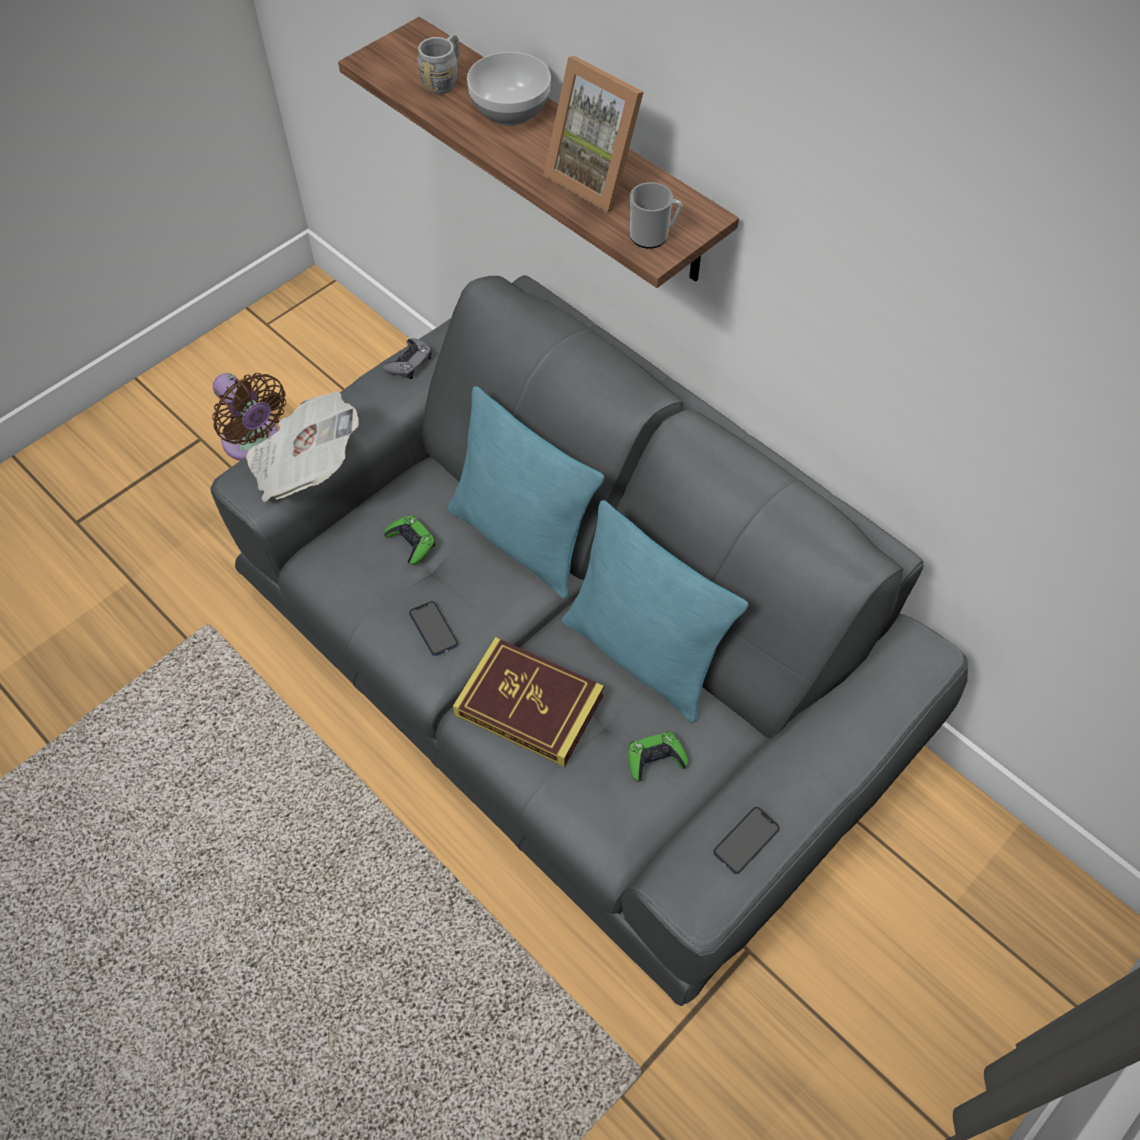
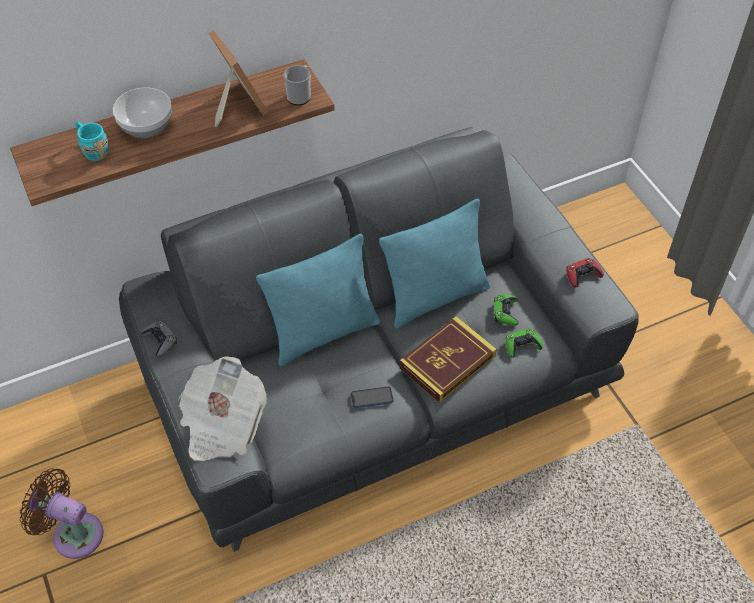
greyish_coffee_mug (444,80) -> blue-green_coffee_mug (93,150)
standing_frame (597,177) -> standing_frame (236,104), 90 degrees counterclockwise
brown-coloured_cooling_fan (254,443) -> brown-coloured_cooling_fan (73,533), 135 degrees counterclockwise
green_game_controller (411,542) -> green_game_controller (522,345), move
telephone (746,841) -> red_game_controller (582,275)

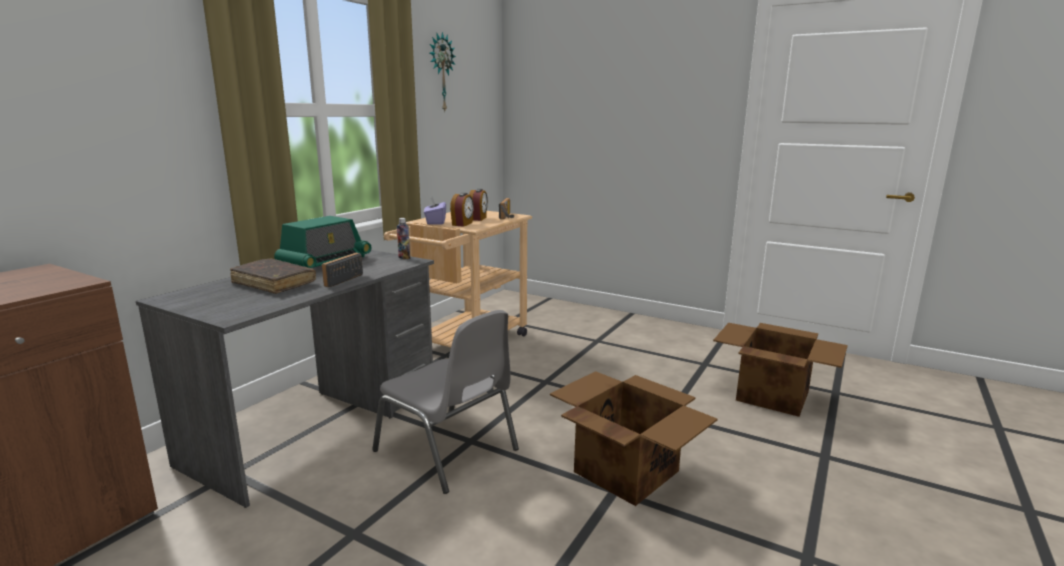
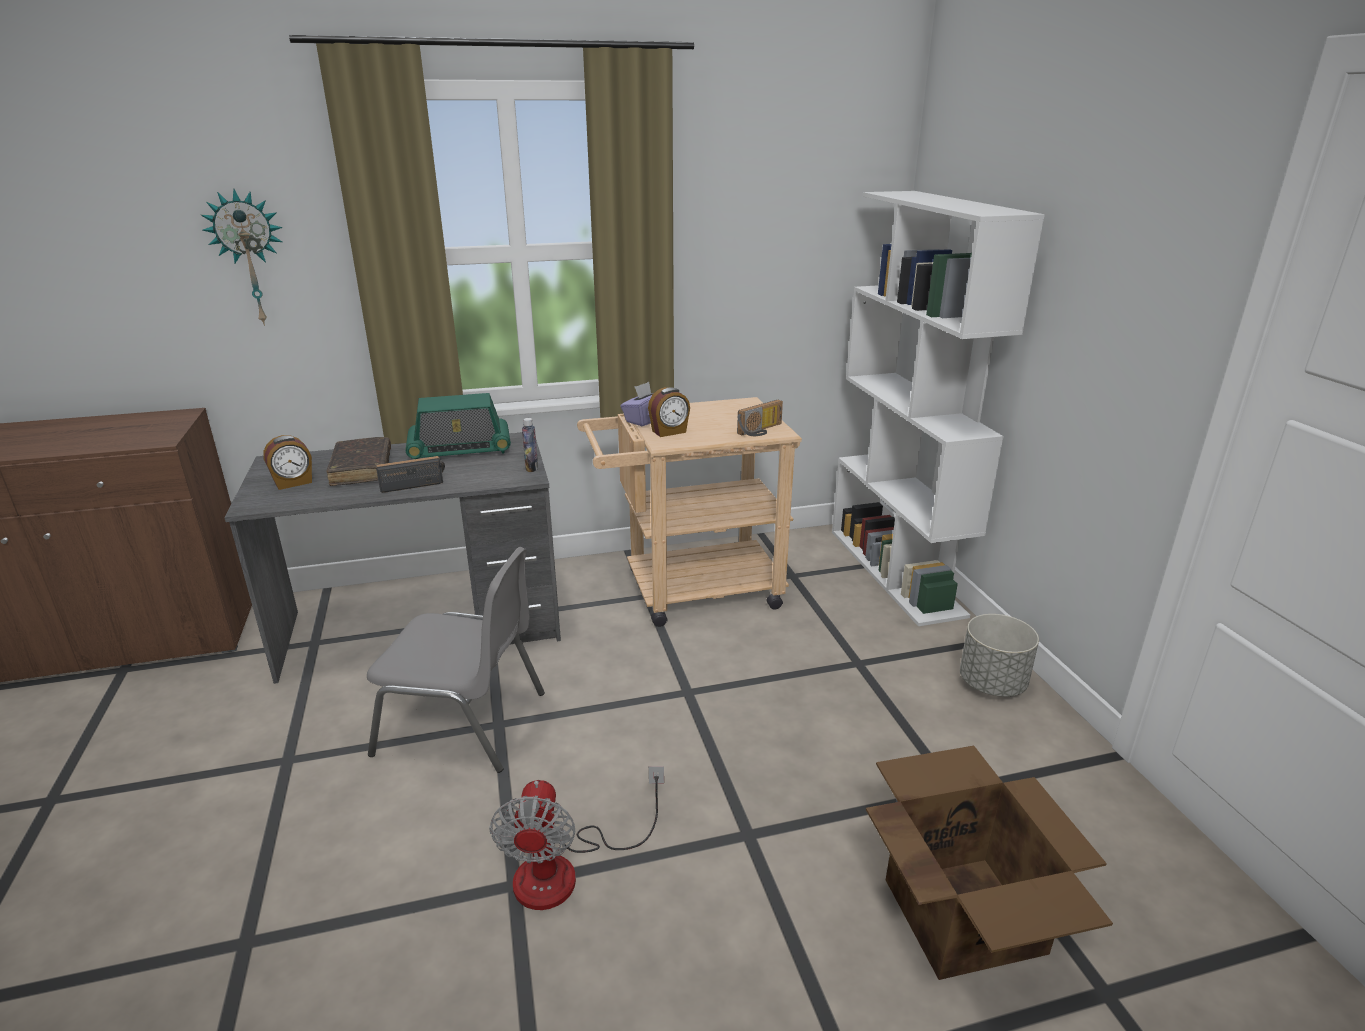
wall_clock (440,72) -> wall_clock (250,258), move
table_clock (478,218) -> table_clock (293,483), move
greyish_chair (448,451) -> greyish_chair (464,723), 75 degrees counterclockwise
carton (625,470) -> cooling_fan (566,870)
none -> white_shelving_unit (896,571)
none -> greyish_flower_pot (992,684)

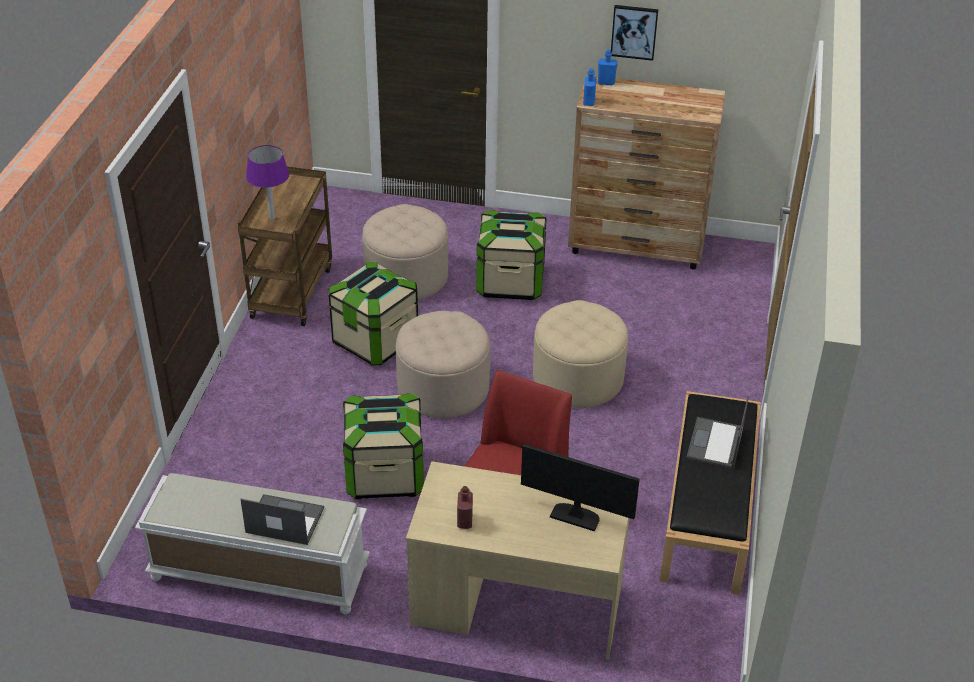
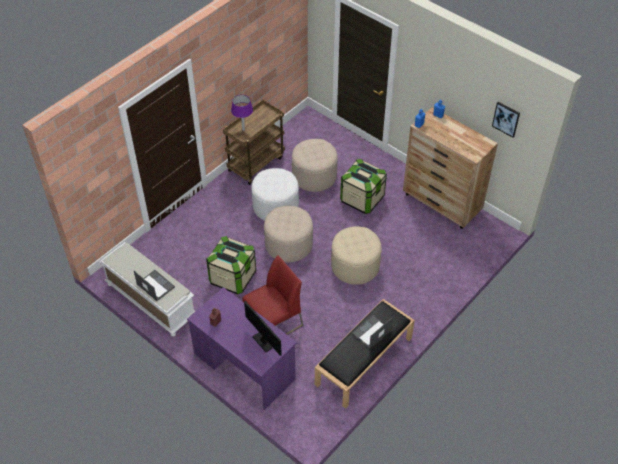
wall_art (634,31) -> wall_art (506,119), move
storage_bin (375,341) -> white_pouffe (275,206)
beige_desk_table (516,605) -> purple-coloured_desk_table (244,366)

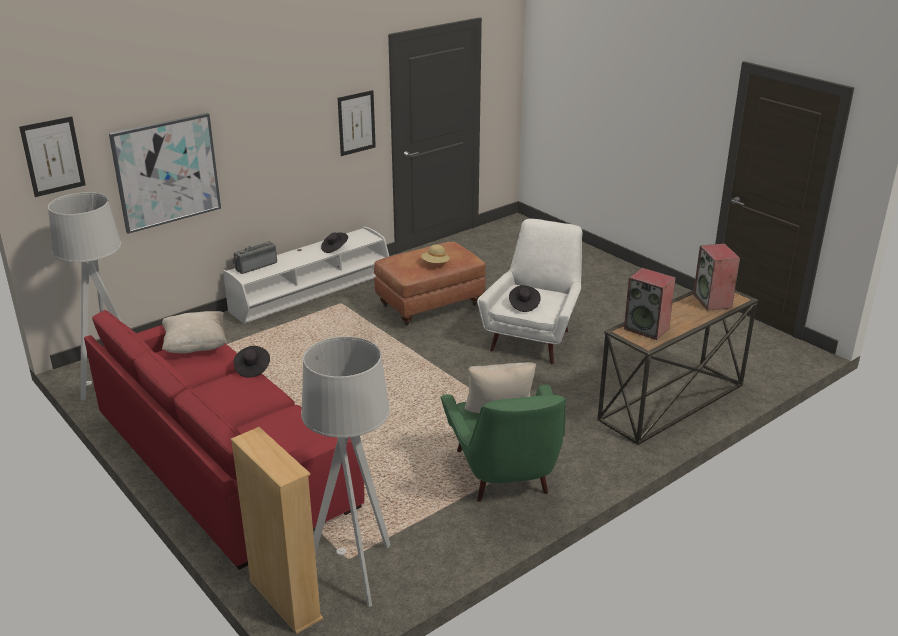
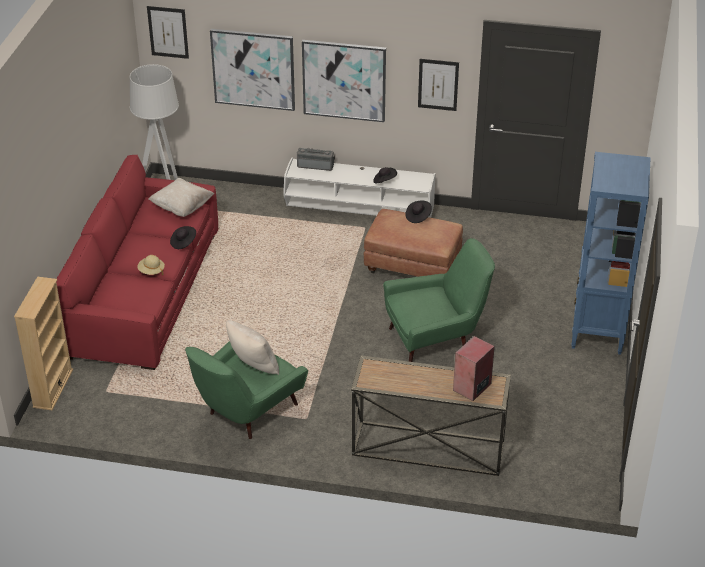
white_easy_chair (534,337) -> green_easy_chair (435,338)
beige_wearable_hat (435,263) -> beige_wearable_hat (151,271), move
audio_speaker (647,328) -> none
blackish_wearable_hat (523,305) -> blackish_wearable_hat (418,217), move
greyish_floor_lamp (355,572) -> none
none -> wall_art (344,80)
none -> bluish_shelving_unit (597,331)

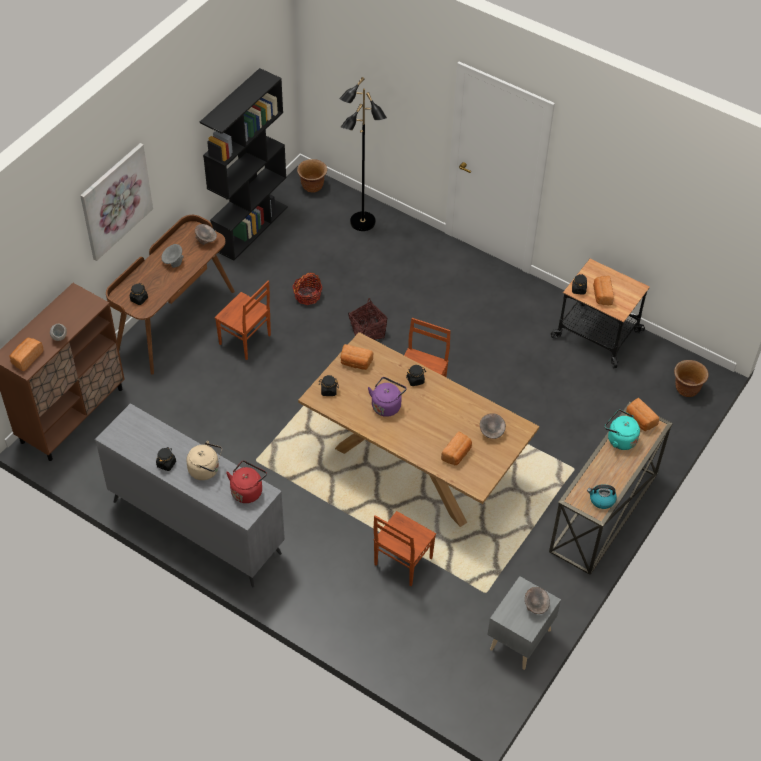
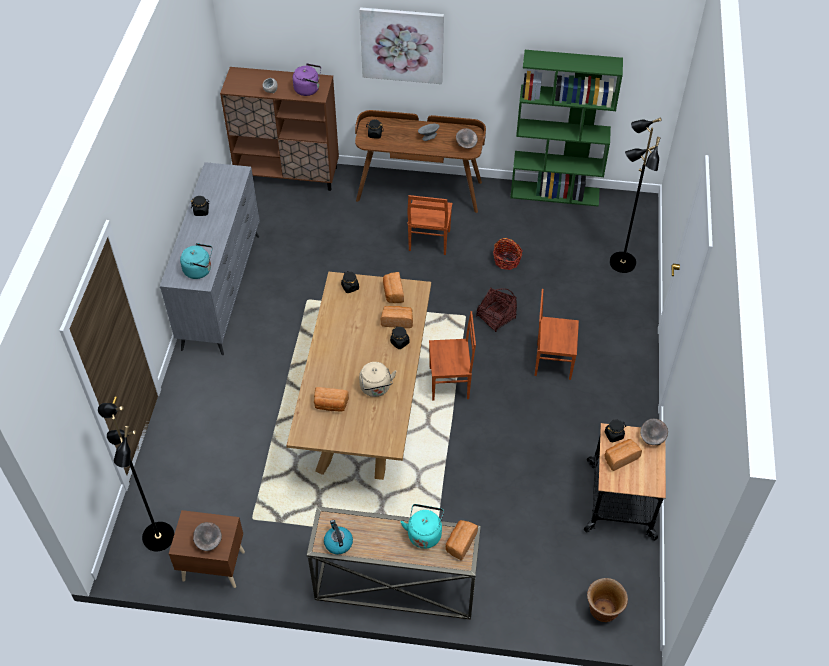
blackish_shelving_unit (251,227) -> green_shelving_unit (555,193)
brown-coloured_flower_pot (312,187) -> none
bread (26,358) -> bread (397,321), move
purple-coloured_kettle (387,405) -> purple-coloured_kettle (308,89), move
greyish_serving_bowl (491,433) -> greyish_serving_bowl (652,439), move
beige_kettle (206,470) -> beige_kettle (376,388), move
red_kettle (247,490) -> blue-green_kettle (199,270)
brown-coloured_chair (402,562) -> brown-coloured_chair (552,361), move
greyish_nightstand (518,640) -> brown-coloured_nightstand (213,564)
none -> blackish_floor_lamp (157,537)

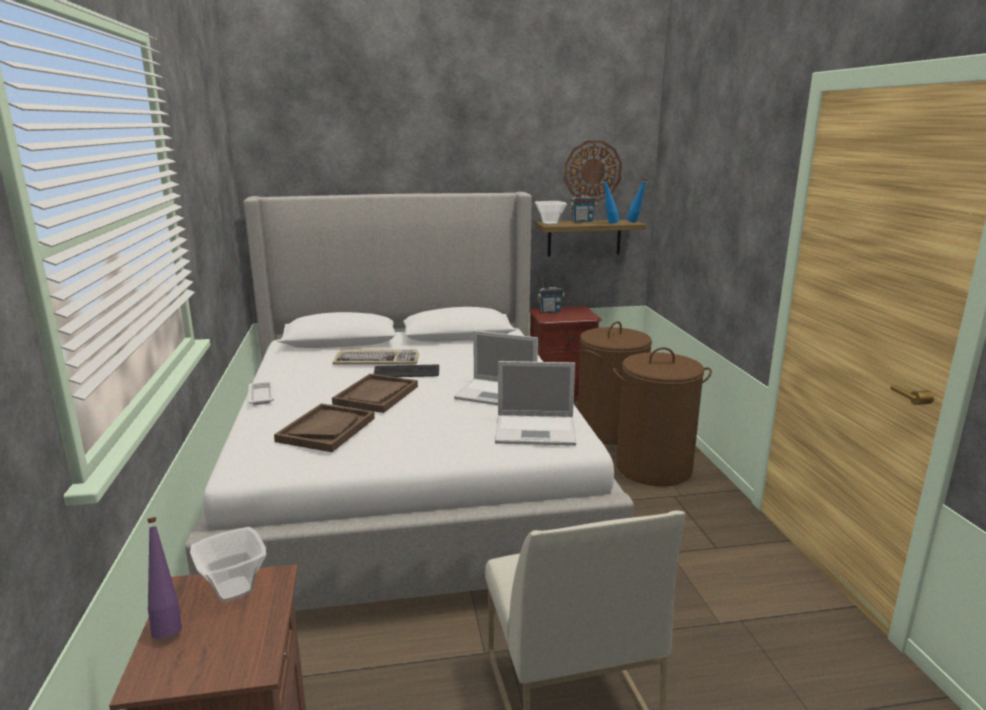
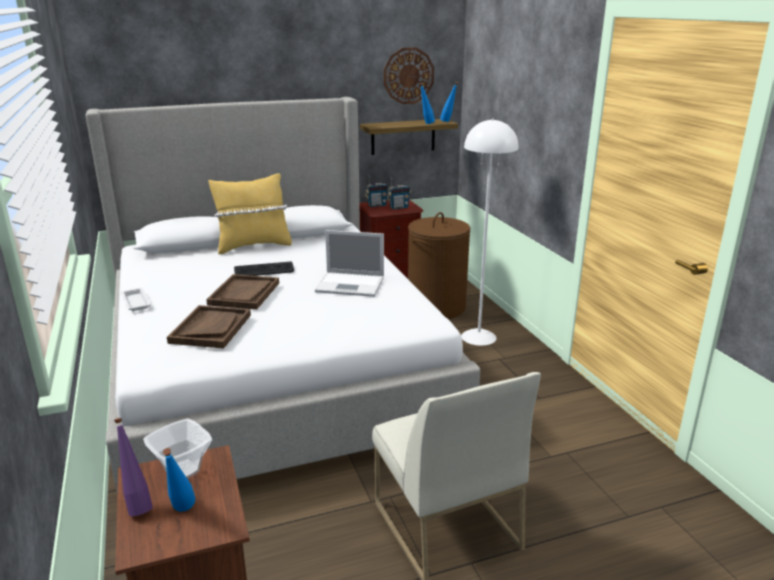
radio (582,221) -> radio (398,207), move
serving_bowl (550,223) -> none
brown-coloured_hamper (654,468) -> white_floor_lamp (479,337)
PC_keyboard (377,360) -> none
portable_computer (537,430) -> none
none -> yellowish_cushion (253,246)
none -> bluish_bottle (182,513)

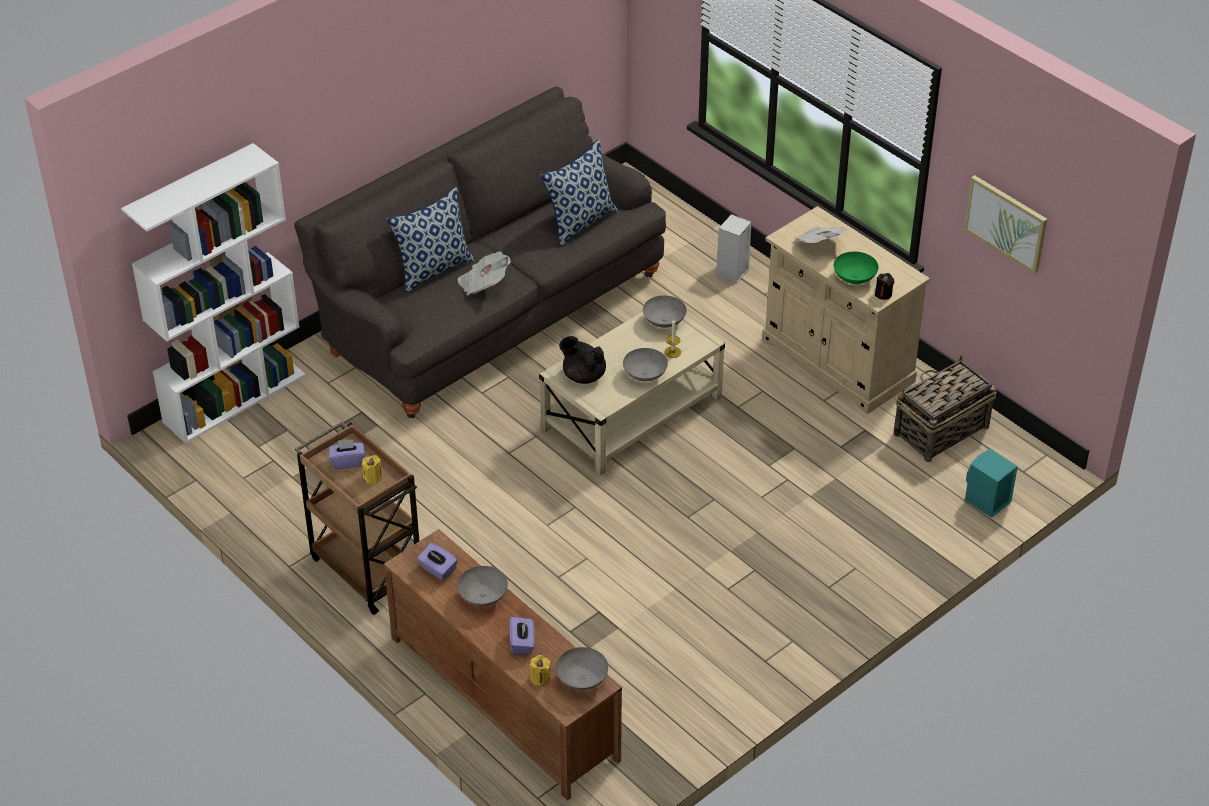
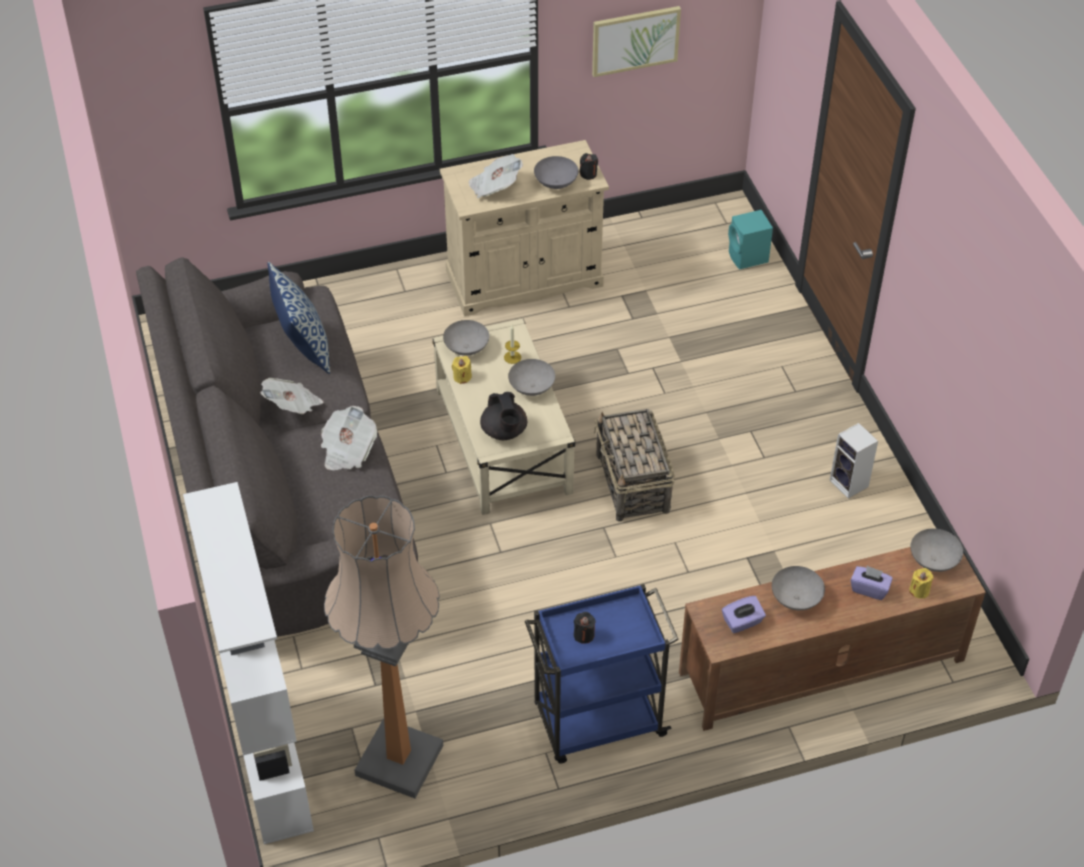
cushion (433,269) -> none
audio_speaker (732,273) -> audio_speaker (850,484), move
green_serving_bowl (855,279) -> greyish_serving_bowl (556,183)
blackish_pot_for_tea (583,375) -> blackish_pot_for_tea (504,431), 75 degrees counterclockwise
storage_basket (940,431) -> storage_basket (632,484), move
brown-coloured_cart (366,568) -> bluish_cart (597,721)
purple-coloured_tissue_holder (348,462) -> blackish_wax_light (584,635)
yellowish_wax_light (373,477) -> yellowish_wax_light (462,377), move
none -> newspaper (293,406)
none -> floor_lamp (399,760)

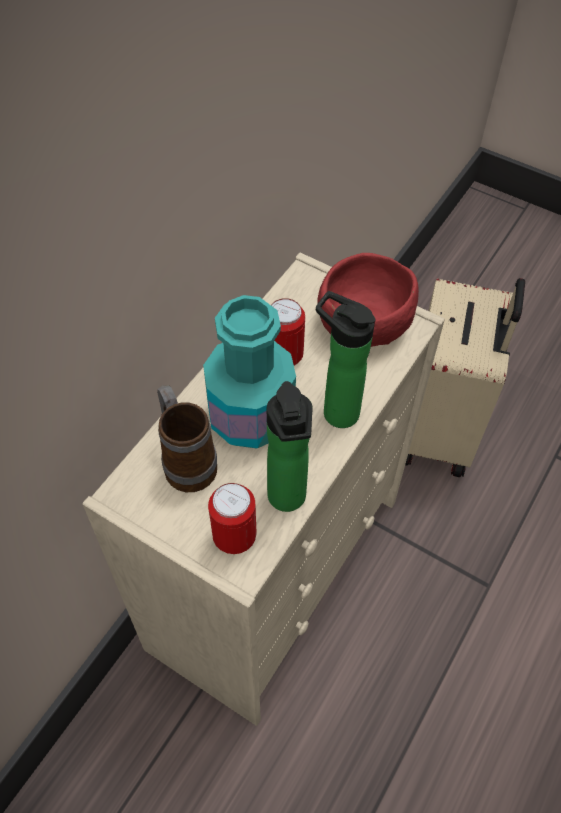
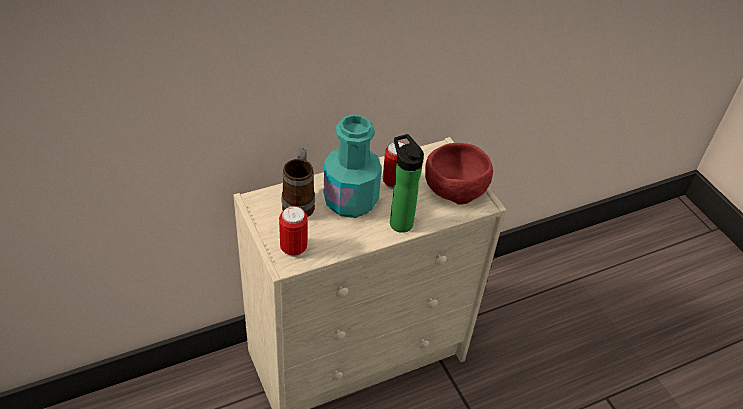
beige_piece_of_luggage (440,432) -> none
bottle (287,501) -> none

